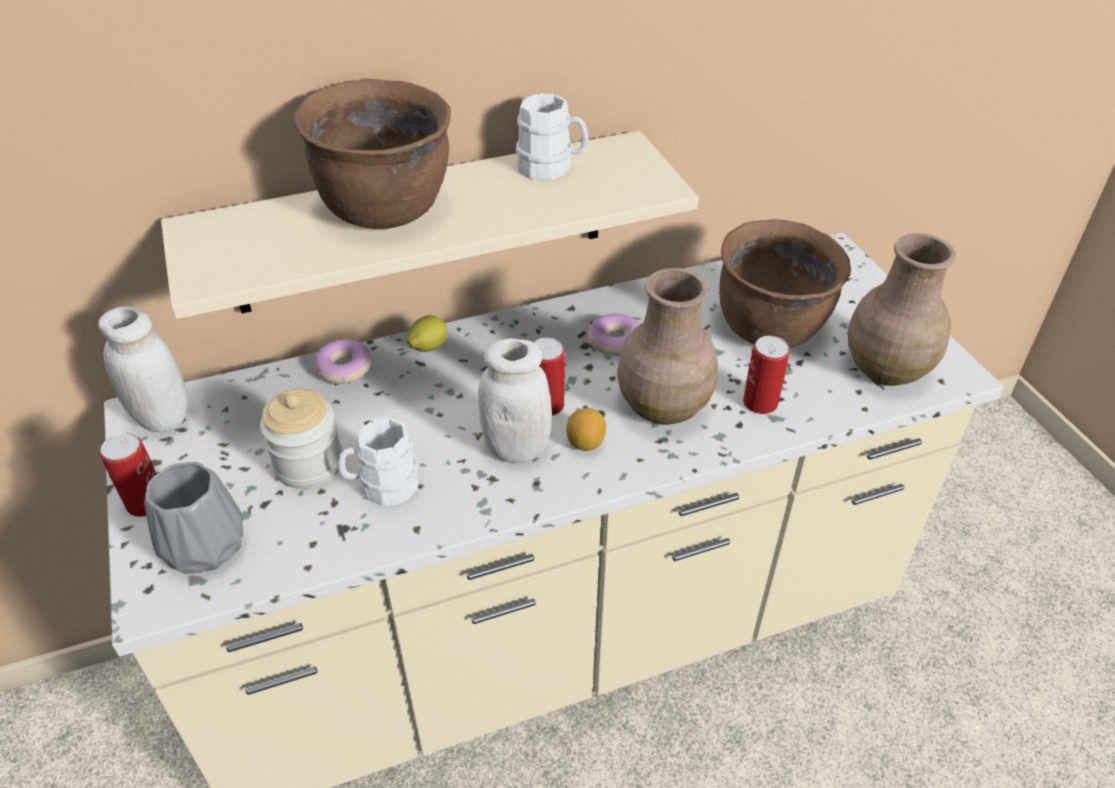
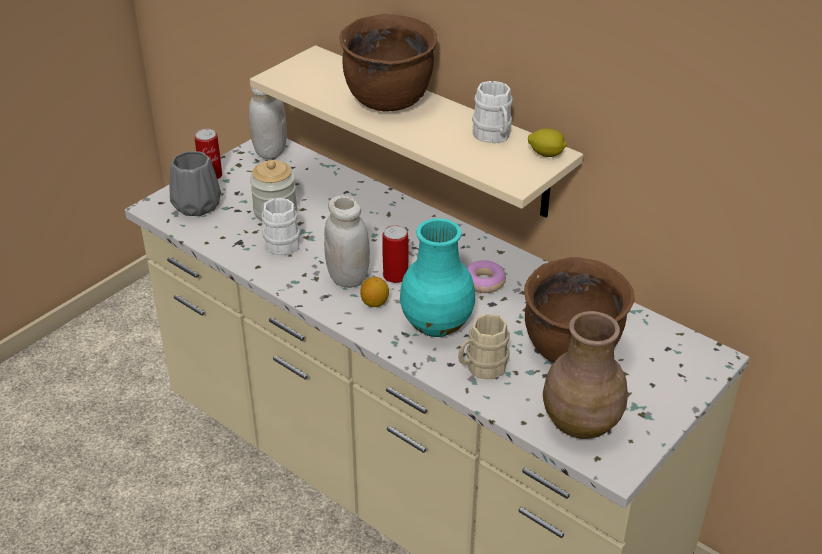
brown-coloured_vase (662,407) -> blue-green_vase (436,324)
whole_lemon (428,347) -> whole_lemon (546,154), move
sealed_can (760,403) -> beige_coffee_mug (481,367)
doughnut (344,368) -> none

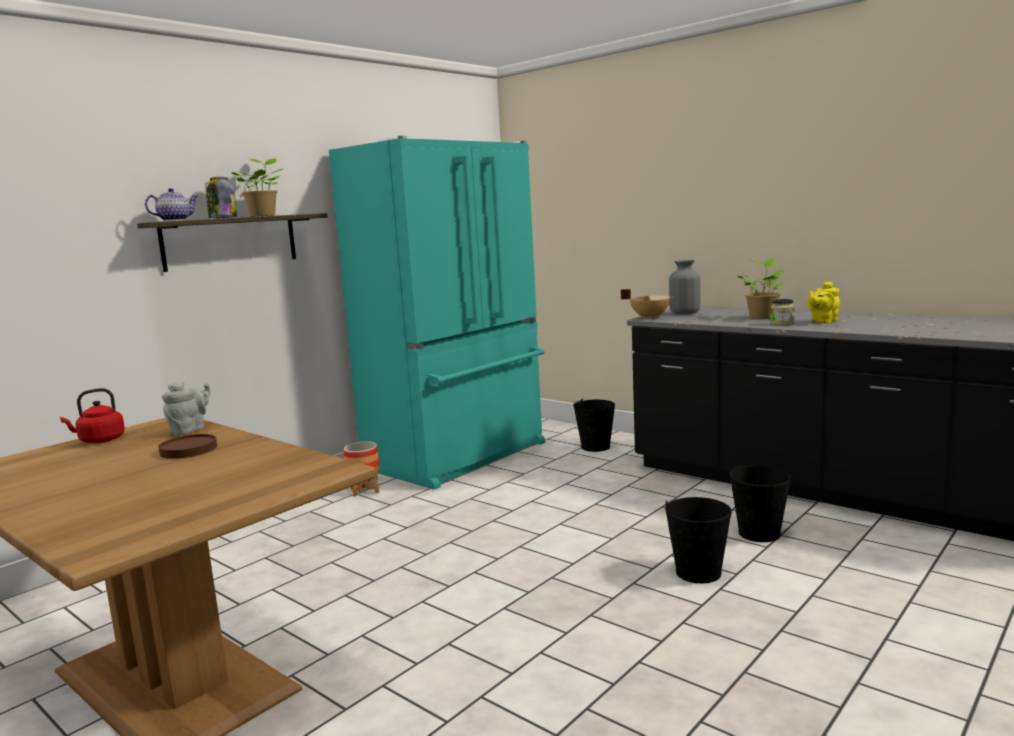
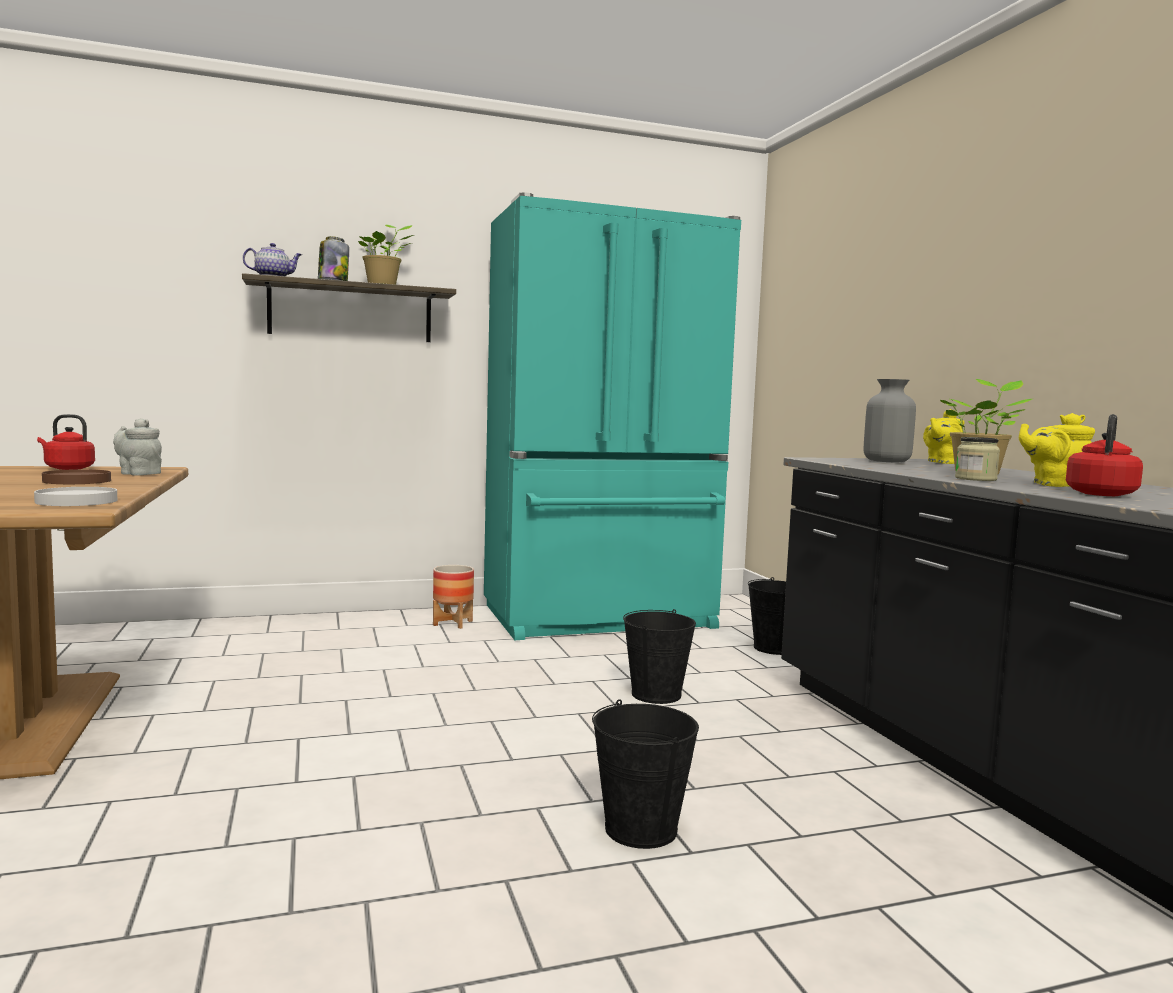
beige_stockpot (649,317) -> none
greyish_pot_for_tea (190,430) -> greyish_pot_for_tea (138,473), 120 degrees counterclockwise
blackish_water_bucket (759,533) -> blackish_water_bucket (656,694), move
none -> yellowish_pot_for_tea (942,462)
none -> red_kettle (1101,494)
none -> white_dinner_plate (77,501)

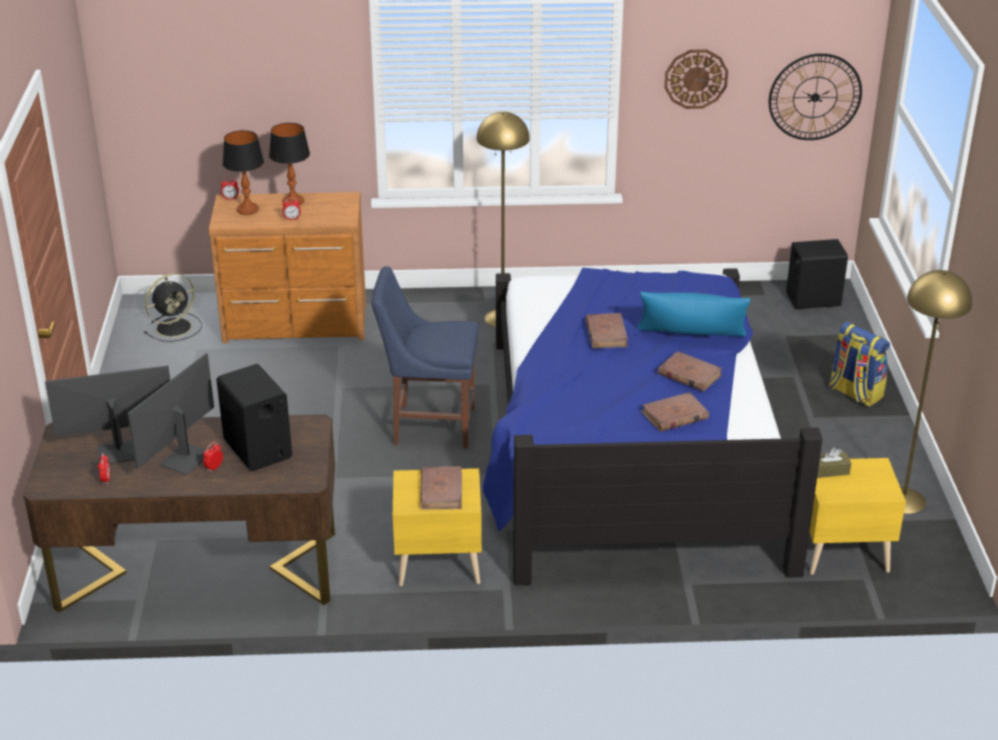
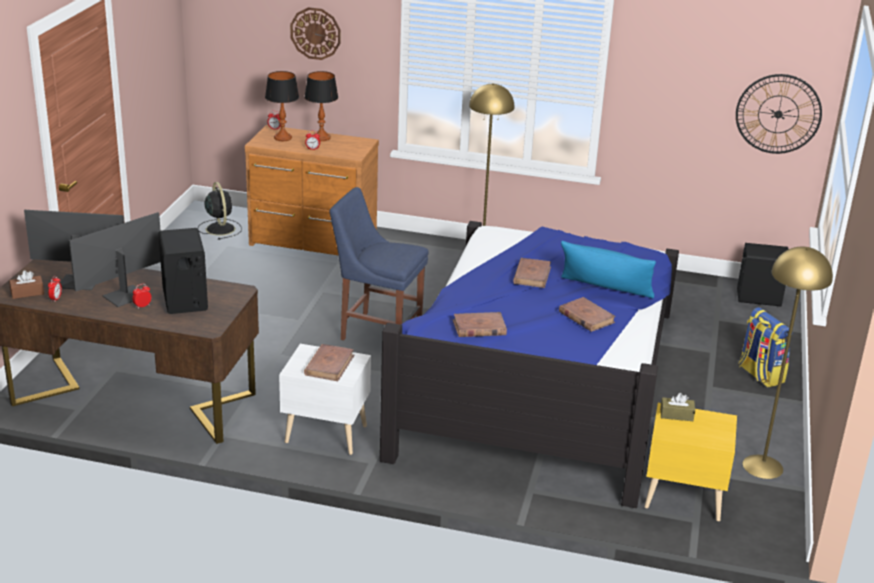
wall_clock (696,78) -> wall_clock (315,33), move
blackish_cooling_fan (175,327) -> blackish_cooling_fan (220,228), 90 degrees counterclockwise
brown-coloured_volume (674,415) -> brown-coloured_volume (479,328), move
yellowish_nightstand (437,564) -> white_nightstand (325,433)
none -> brown-coloured_tissue_holder (27,293)

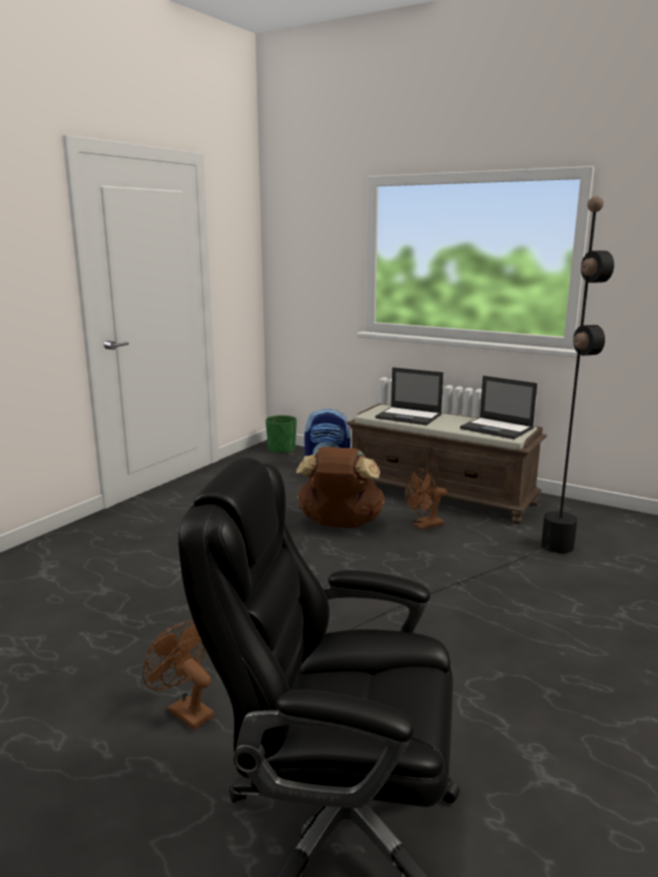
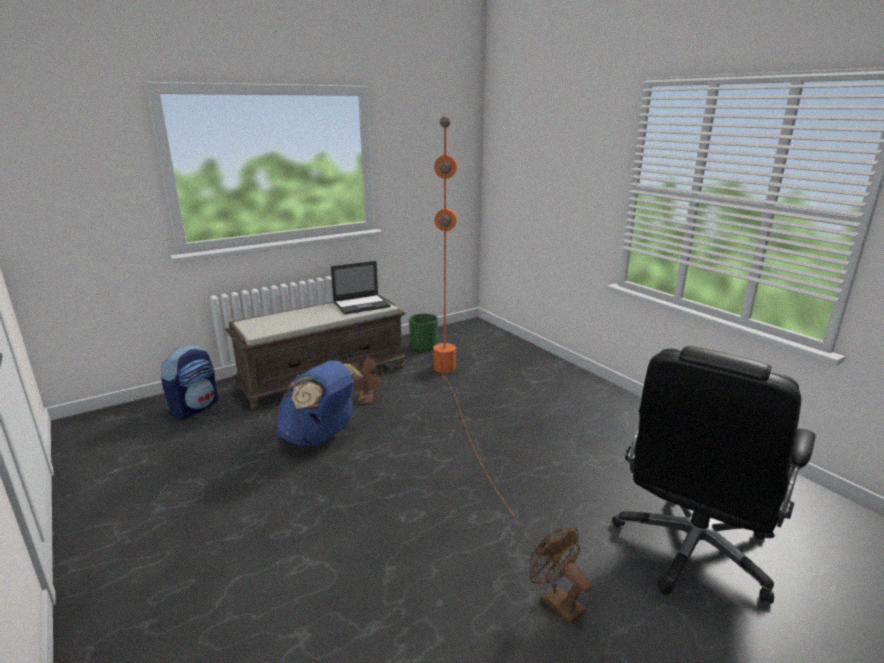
blackish_floor_lamp (497,570) -> orangey_floor_lamp (456,398)
portable_computer (409,416) -> none
green_flower_pot (281,449) -> green_flower_pot (423,346), move
brown-coloured_backpack (340,524) -> bluish_backpack (320,437)
brown-coloured_cooling_fan (184,710) -> brown-coloured_cooling_fan (556,601), 75 degrees clockwise

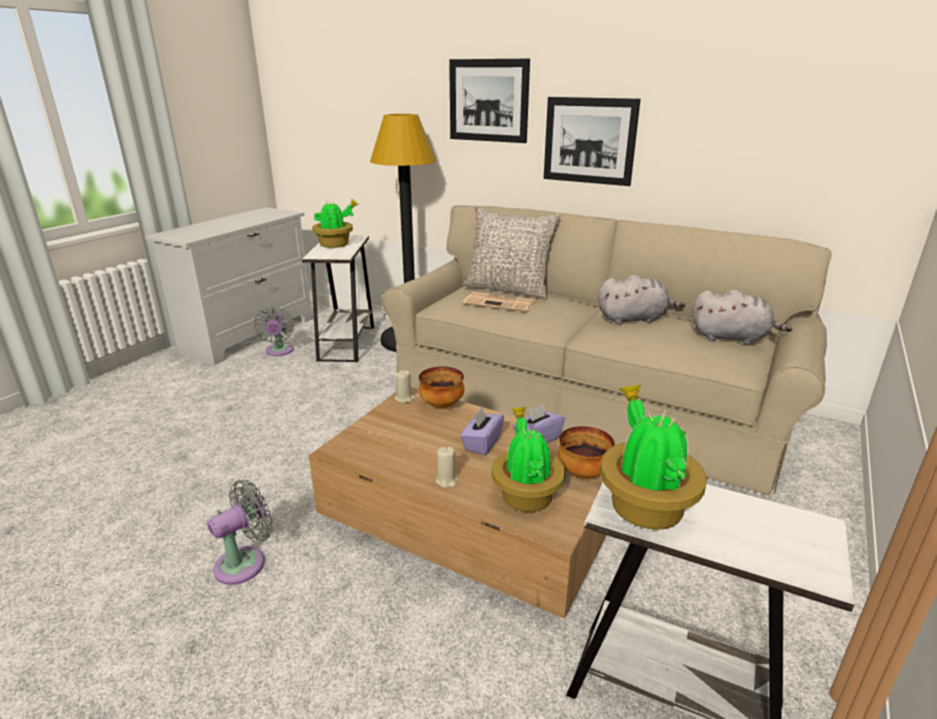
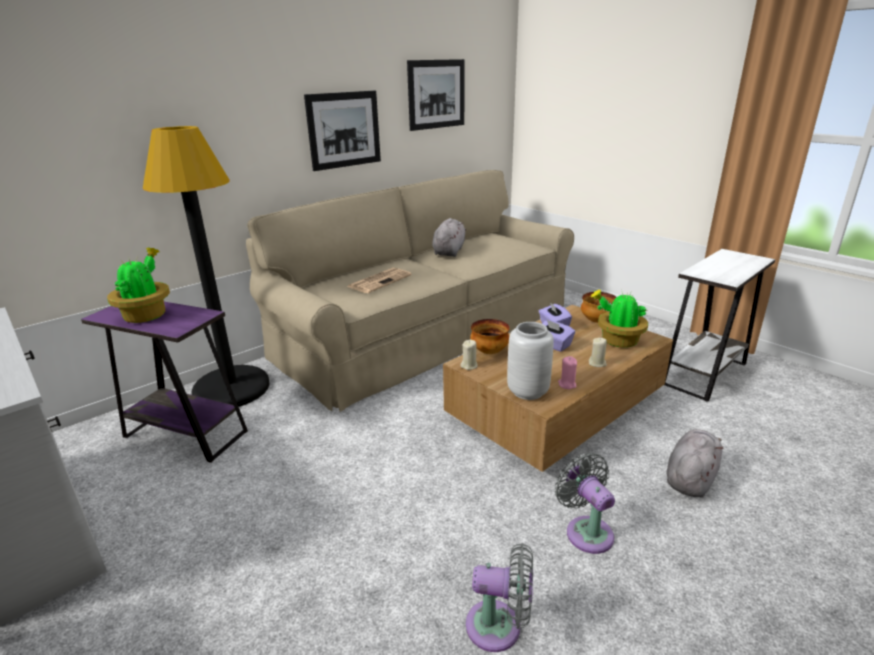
wall_art (488,101) -> wall_art (436,94), move
greyish_cushion (508,289) -> none
white_side_table (347,343) -> purple-coloured_side_table (185,434)
greyish_plush_toy (731,337) -> greyish_plush_toy (690,478), move
greyish_cooling_fan (279,351) -> greyish_cooling_fan (499,627), move
potted_plant (644,506) -> none
none -> greyish_vase (528,391)
none -> pink_wax_light (567,384)

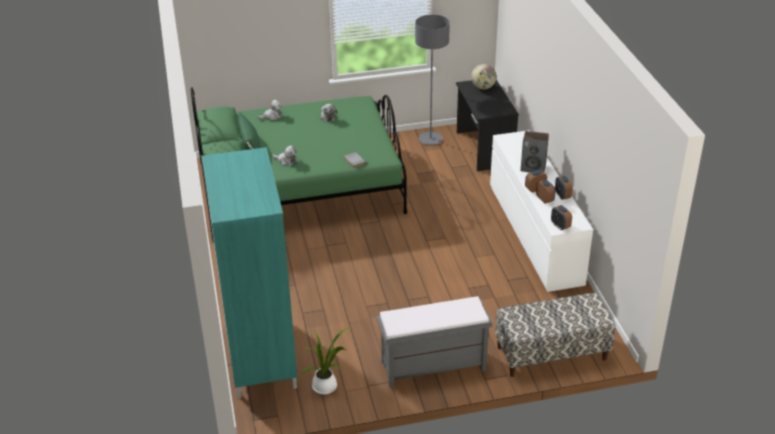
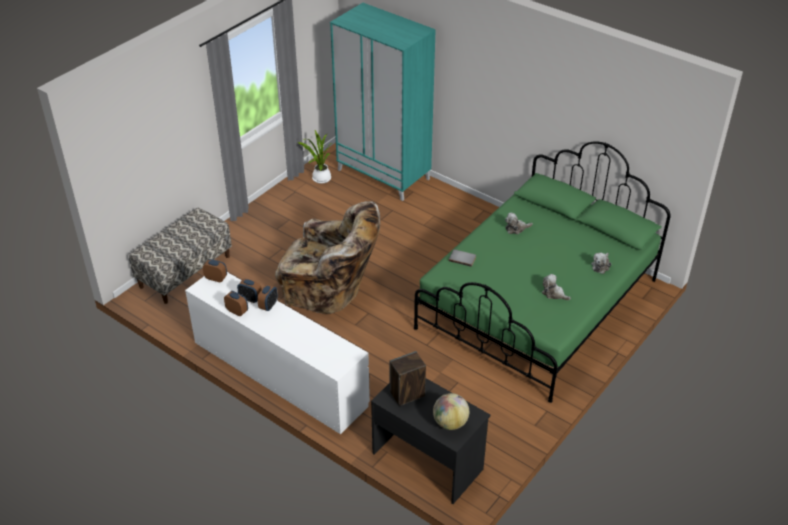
greyish_floor_lamp (430,139) -> none
green_cushion (250,145) -> none
audio_speaker (533,167) -> audio_speaker (407,394), move
greyish_long_seat (432,367) -> none
none -> beige_easy_chair (330,289)

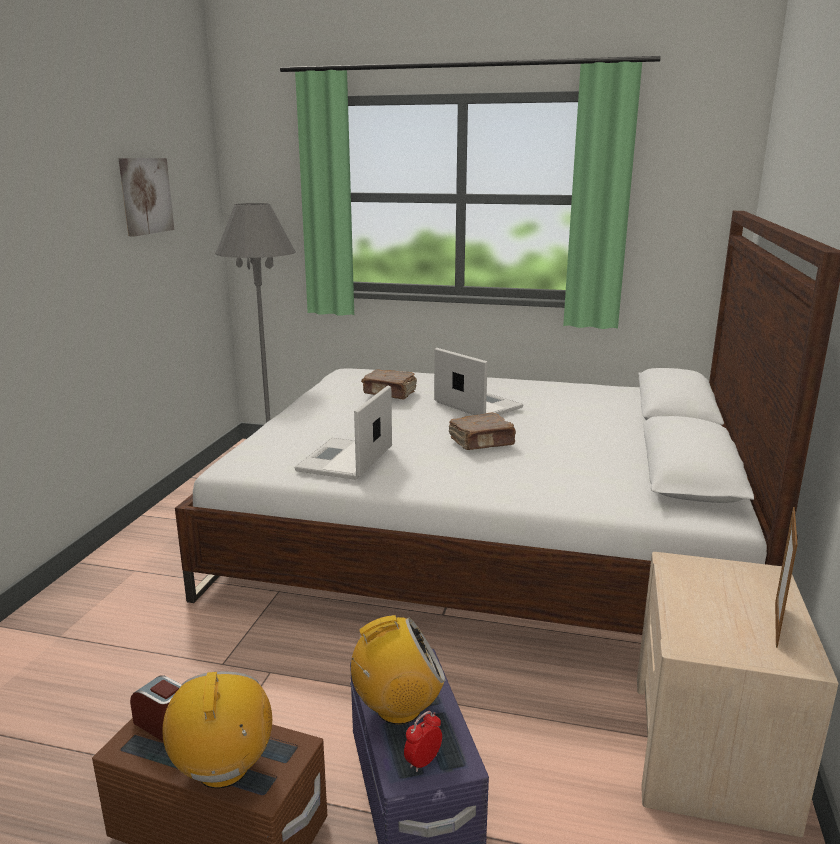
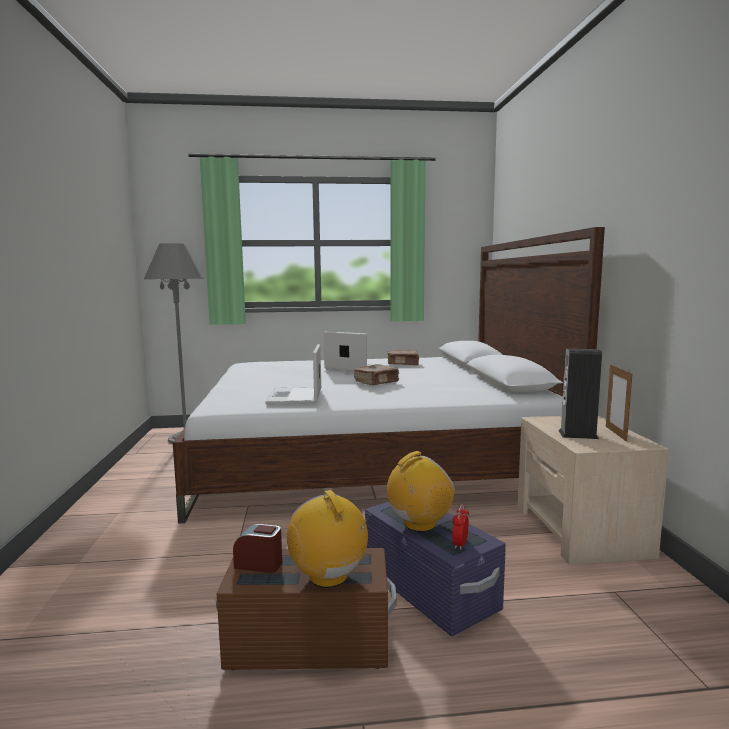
wall_art (145,196) -> none
brown-coloured_volume (390,393) -> brown-coloured_volume (403,363), move
none -> audio_speaker (578,434)

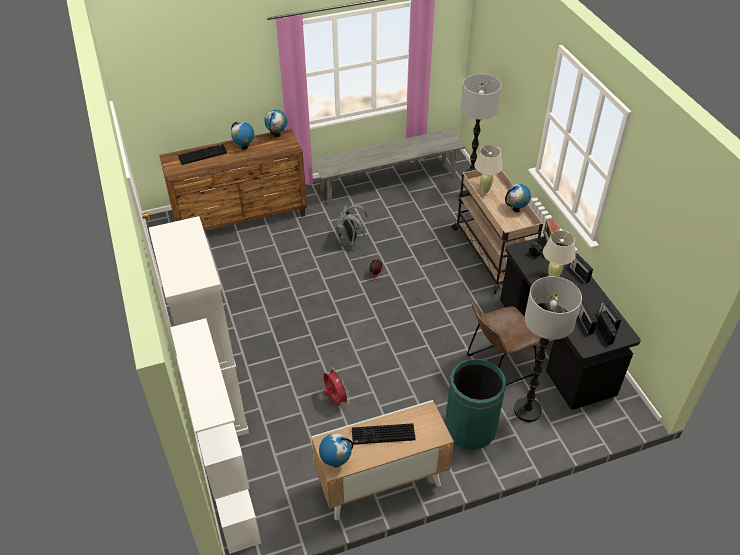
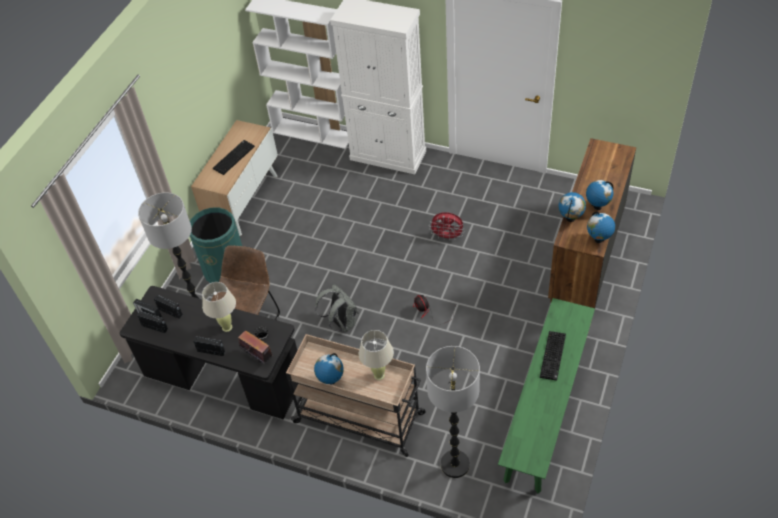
greyish_long_seat (388,182) -> green_long_seat (546,408)
PC_keyboard (203,154) -> PC_keyboard (553,356), move
greyish_backpack (349,242) -> greyish_backpack (341,323), move
red_cooling_fan (335,399) -> red_cooling_fan (447,236), move
globe (336,462) -> globe (570,219), move

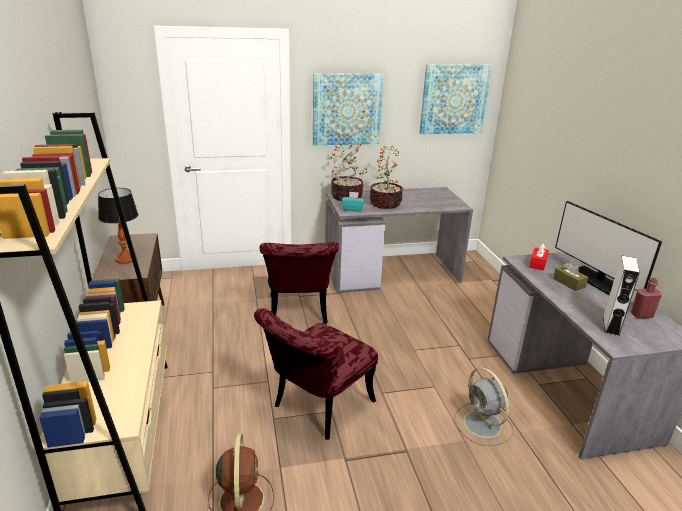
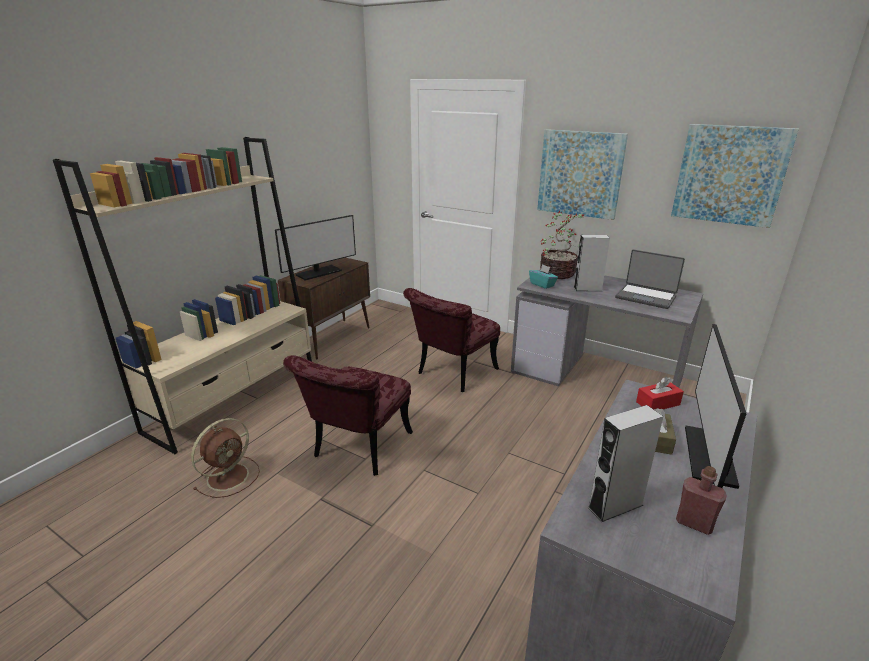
potted_plant (385,203) -> greyish_audio_speaker (587,289)
lamp_for_a_table (125,259) -> computer_screen (319,273)
red_chair (317,409) -> red_chair (357,450), 60 degrees counterclockwise
greyish_cooling_fan (483,425) -> none
none -> portable_computer (646,297)

